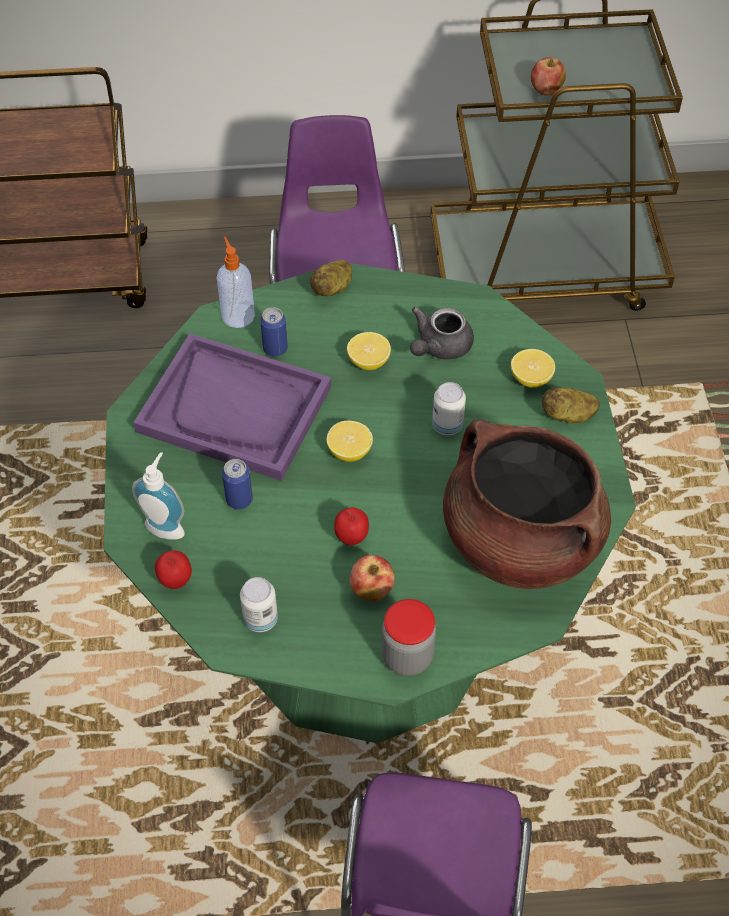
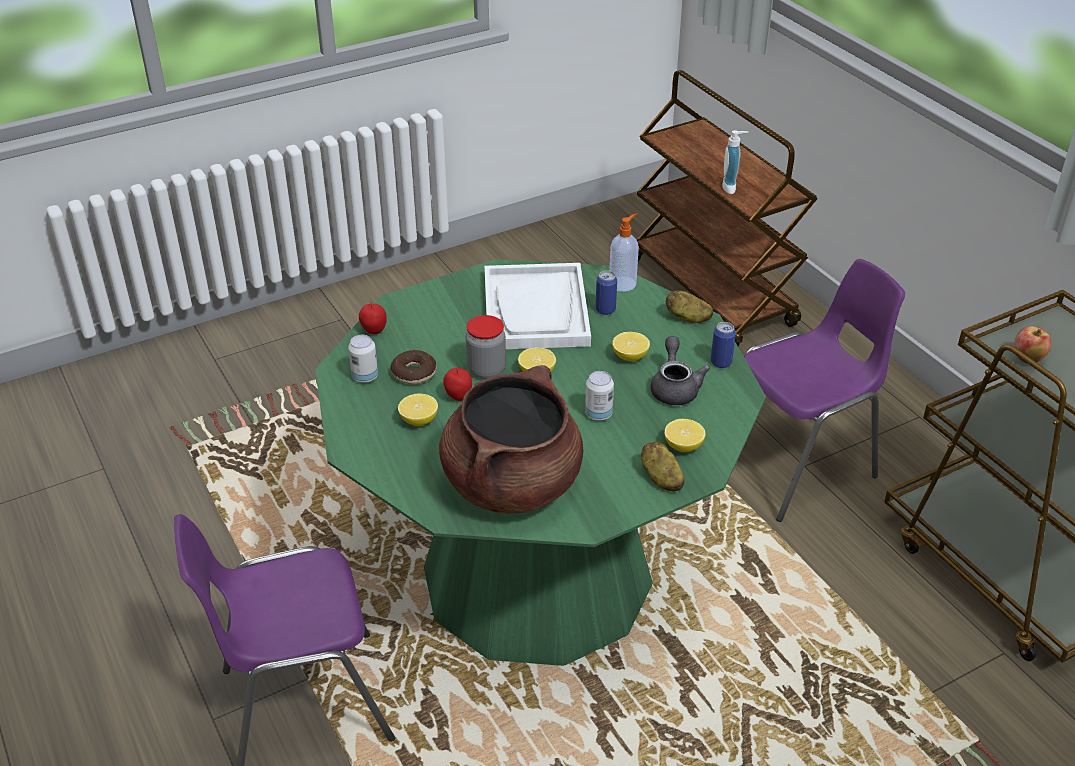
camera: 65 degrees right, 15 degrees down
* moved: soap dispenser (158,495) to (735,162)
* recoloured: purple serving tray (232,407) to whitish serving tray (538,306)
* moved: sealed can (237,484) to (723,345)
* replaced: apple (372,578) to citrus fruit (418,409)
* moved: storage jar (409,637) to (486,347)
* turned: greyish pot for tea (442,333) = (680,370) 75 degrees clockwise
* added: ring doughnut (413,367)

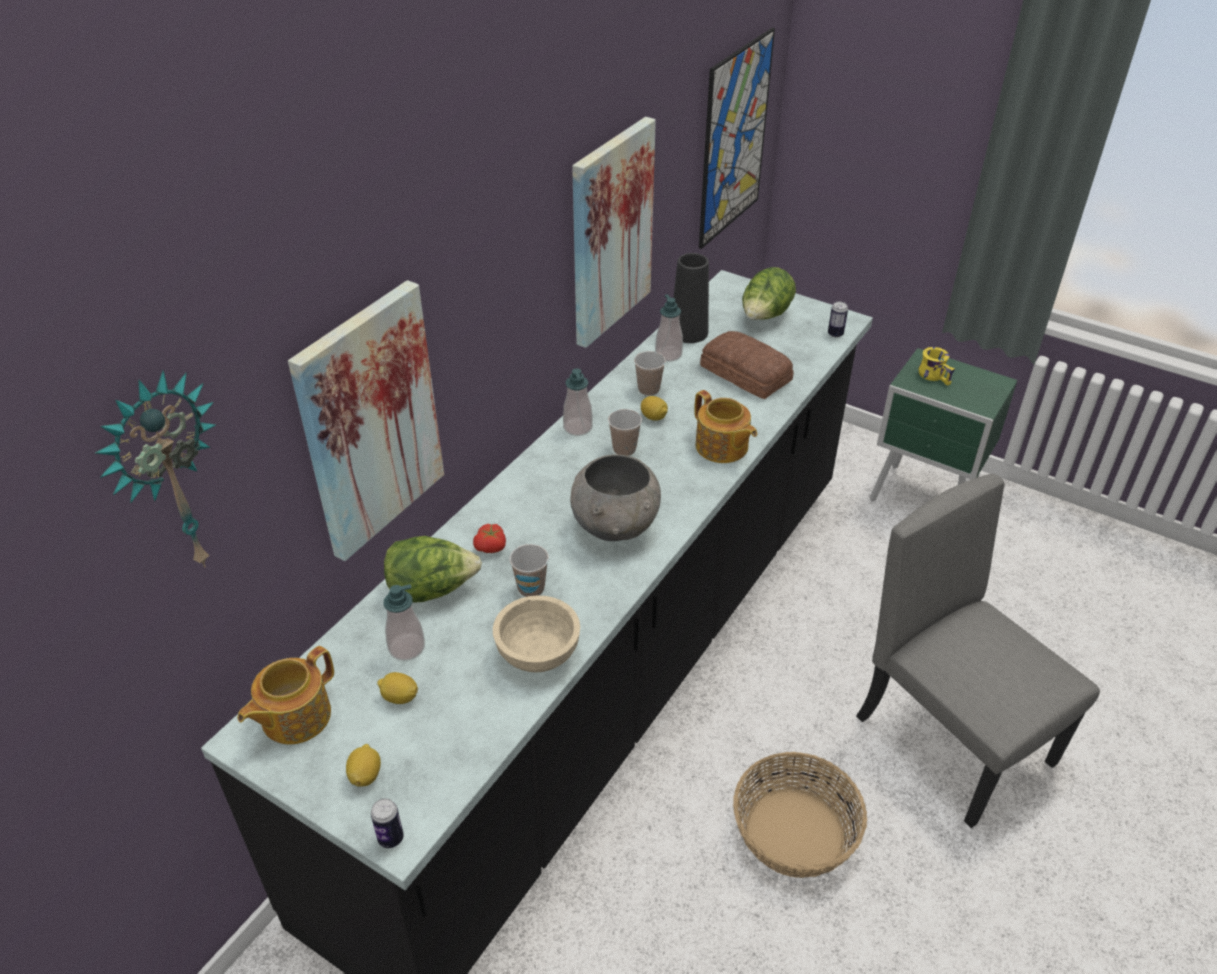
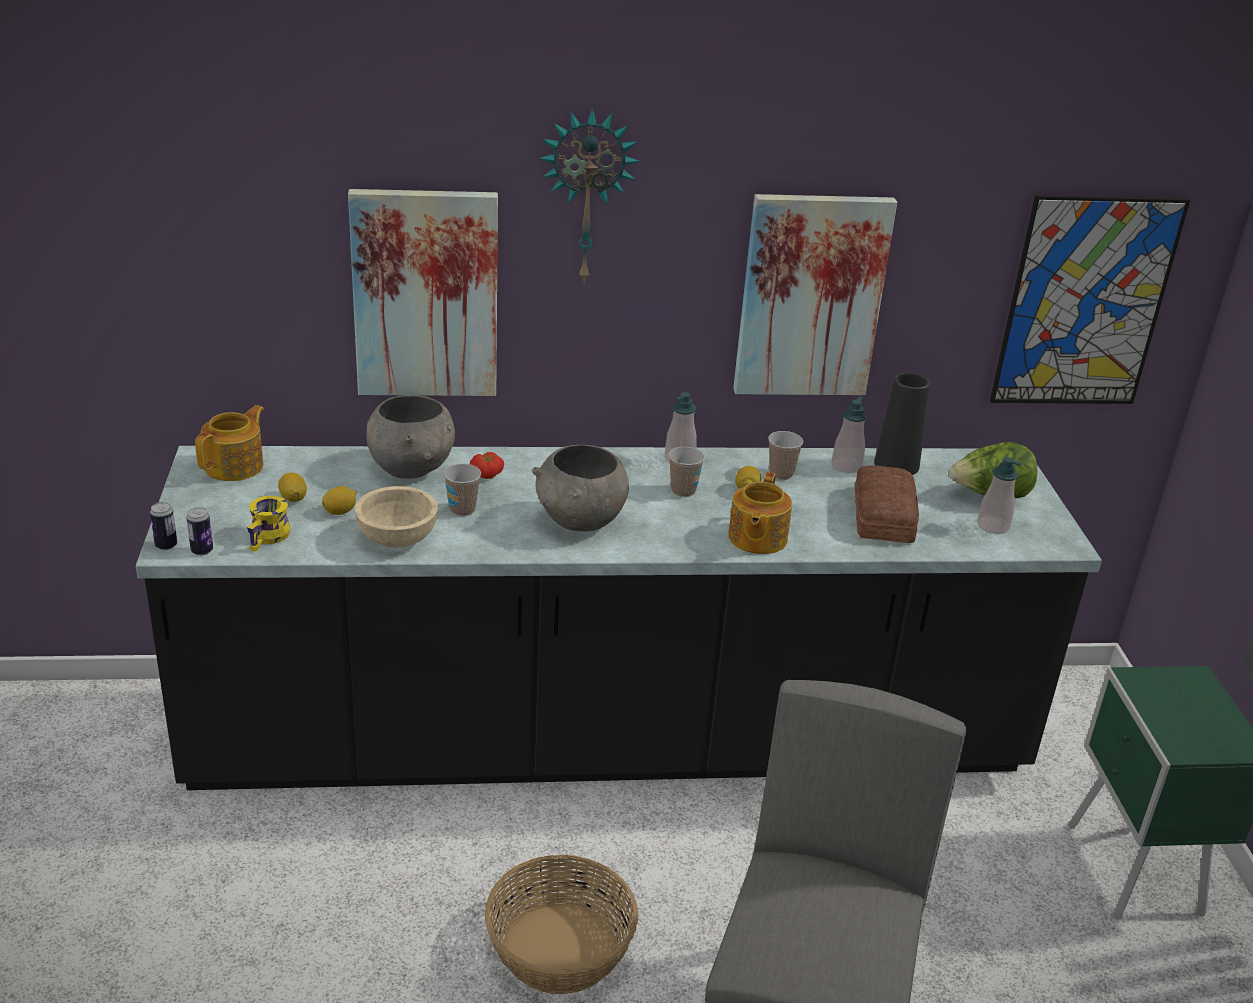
camera: 50 degrees right, 10 degrees down
* moved: hanging clock (155,469) to (589,196)
* turned: pot for tea (285,695) = (229,443) 120 degrees clockwise
* moved: citrus fruit (363,765) to (339,500)
* moved: soap dispenser (404,622) to (999,495)
* replaced: lettuce (433,569) to greyish deep dish (410,437)
* moved: sealed can (838,320) to (199,531)
* moved: yellow-coloured coffee mug (937,366) to (268,524)

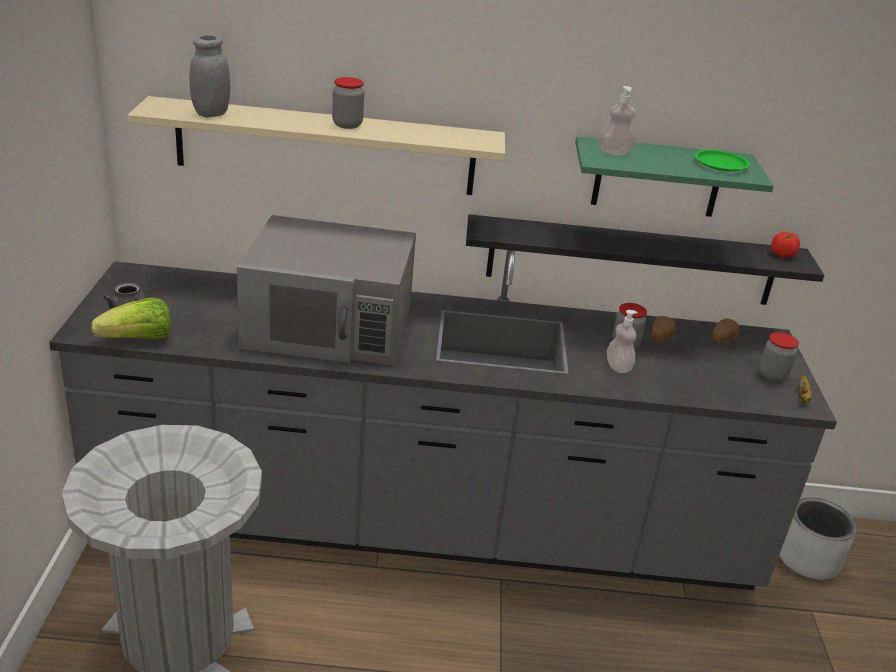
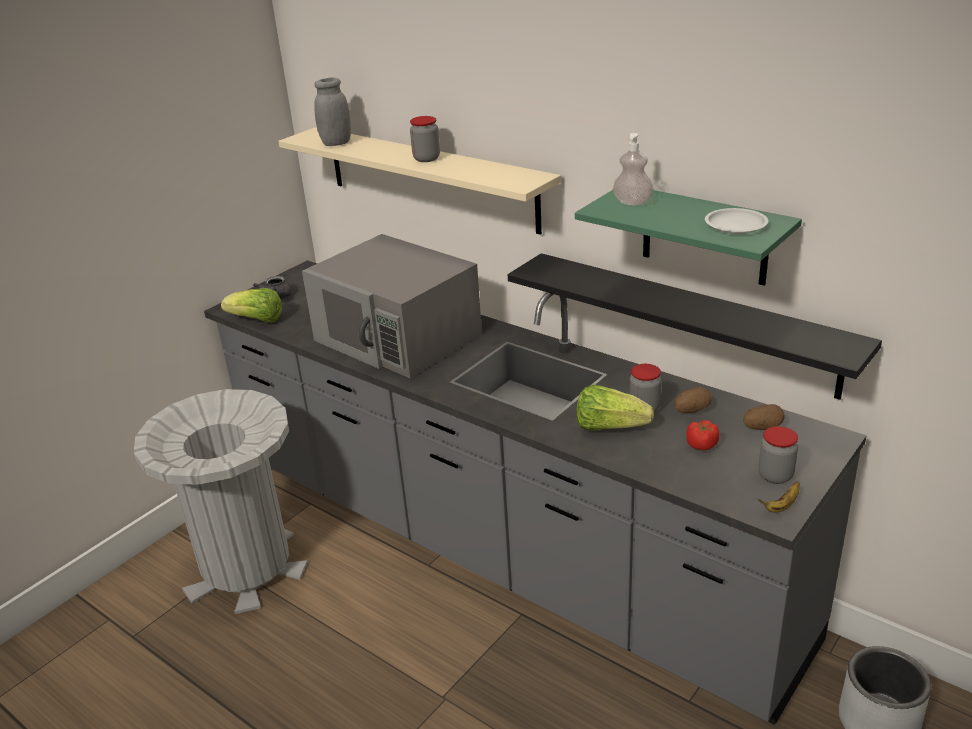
camera: 40 degrees right, 0 degrees up
* replaced: soap dispenser (622,341) to lettuce (615,408)
* recoloured: green flat dish (722,161) to whitish flat dish (736,221)
* moved: fresh tomato (785,244) to (702,435)

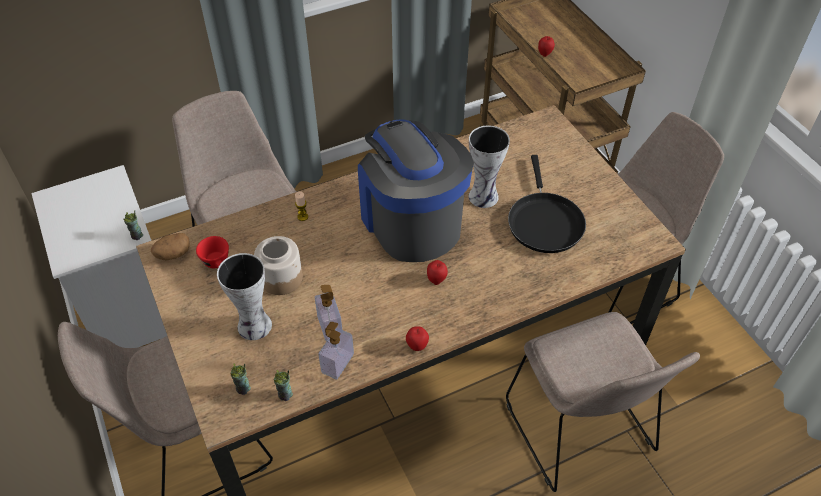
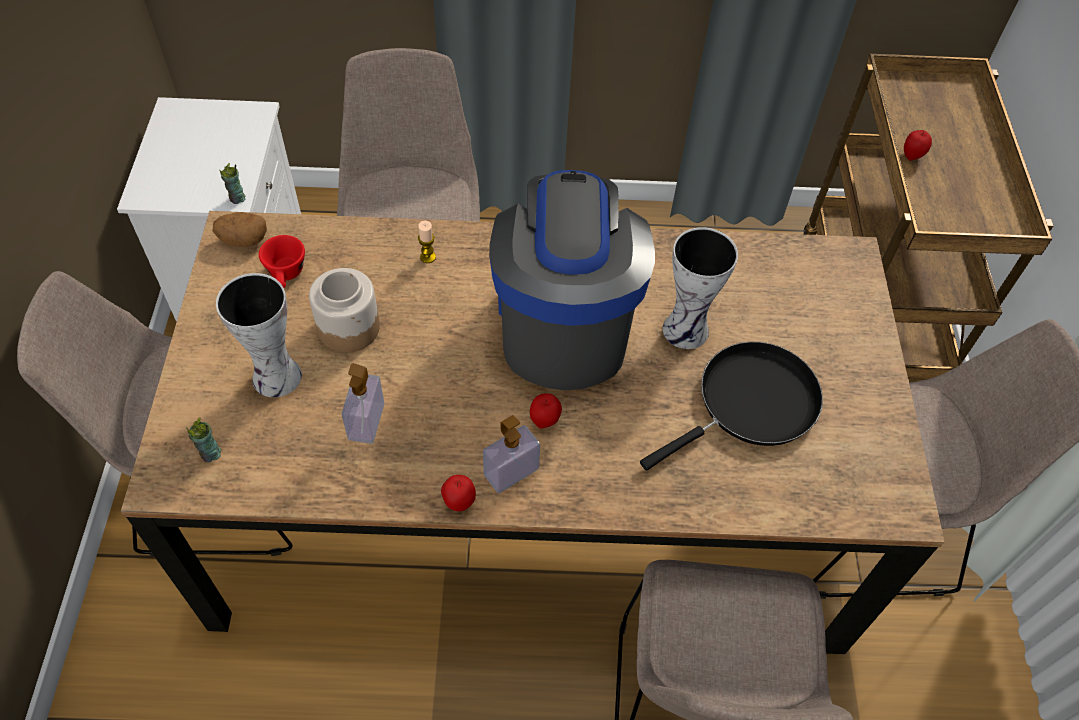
camera: 25 degrees right, 5 degrees up
* removed: cup (283,385)
* moved: soap dispenser (336,351) to (511,454)
* turned: black-coloured skillet (547,204) = (731,406) 150 degrees counterclockwise

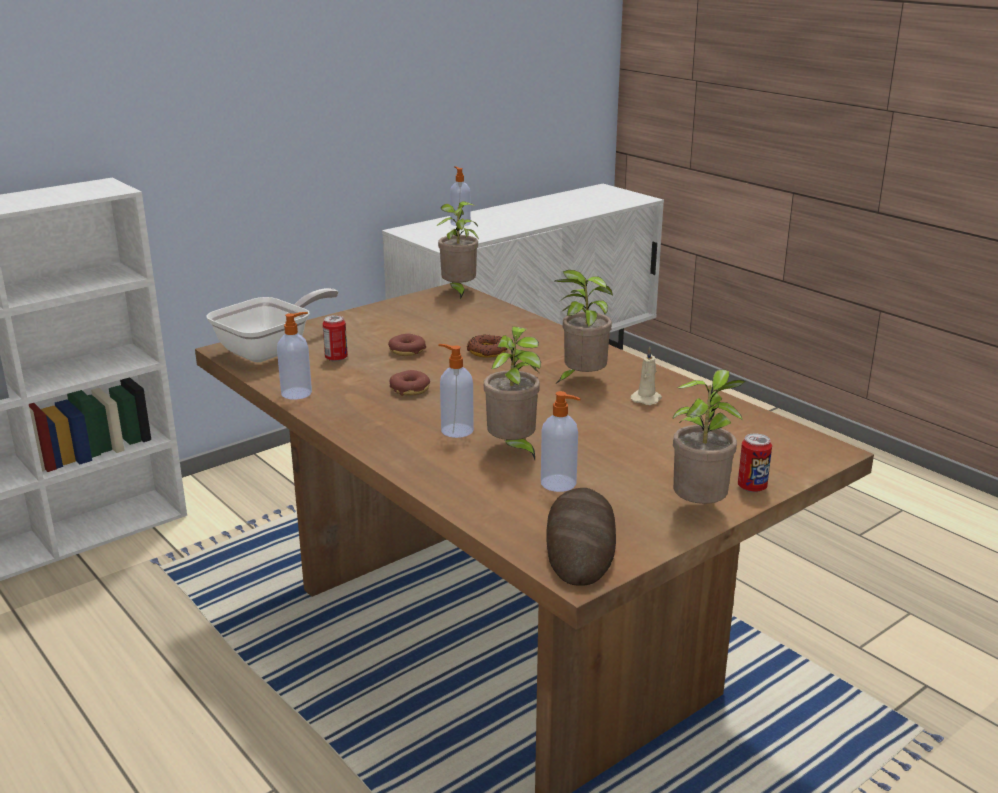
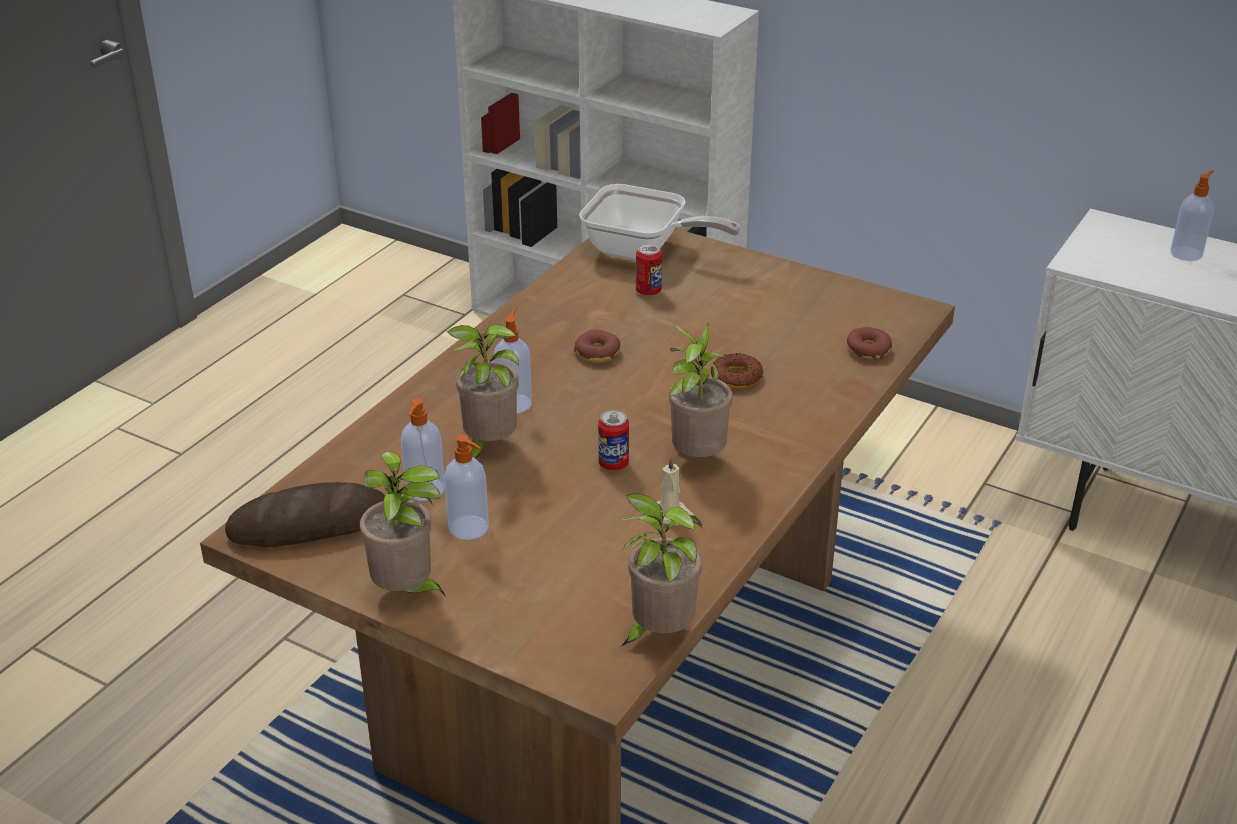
camera: 70 degrees right, 10 degrees up
* moved: soap dispenser (294,356) to (466,487)
* moved: ring doughnut (407,345) to (869,343)
* moved: potted plant (458,250) to (659,569)
* moved: sealed can (755,462) to (613,440)

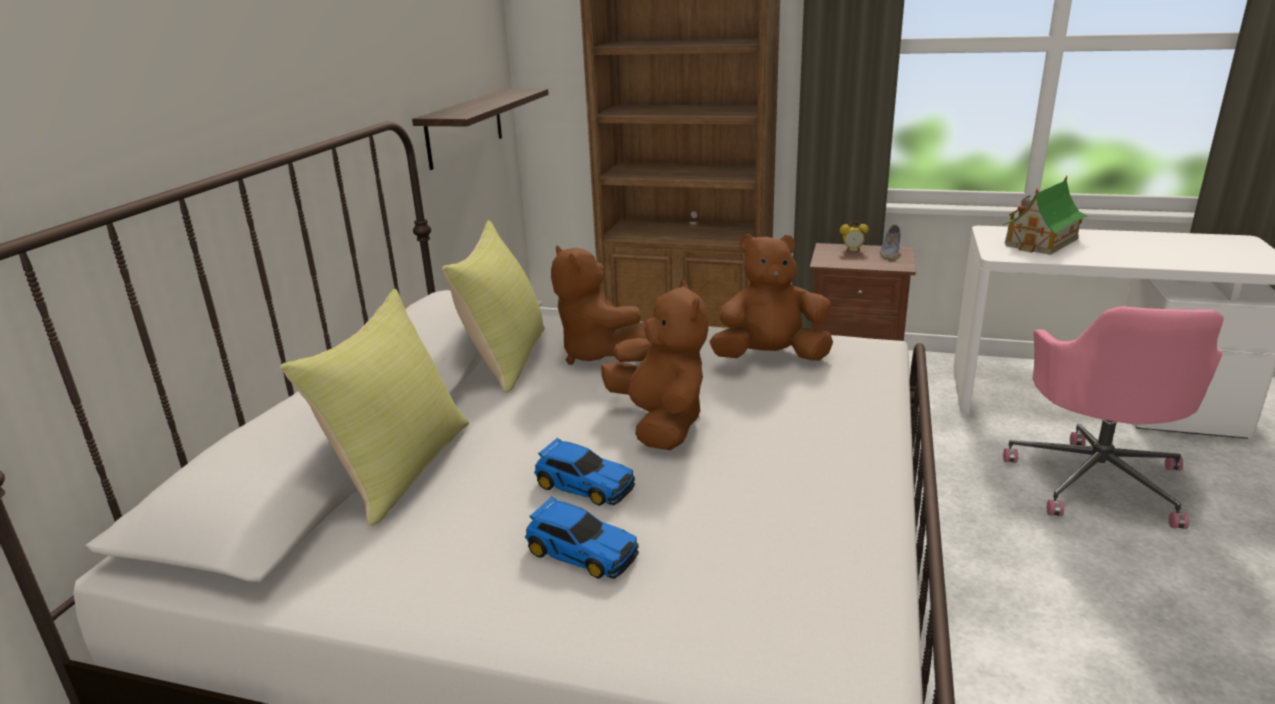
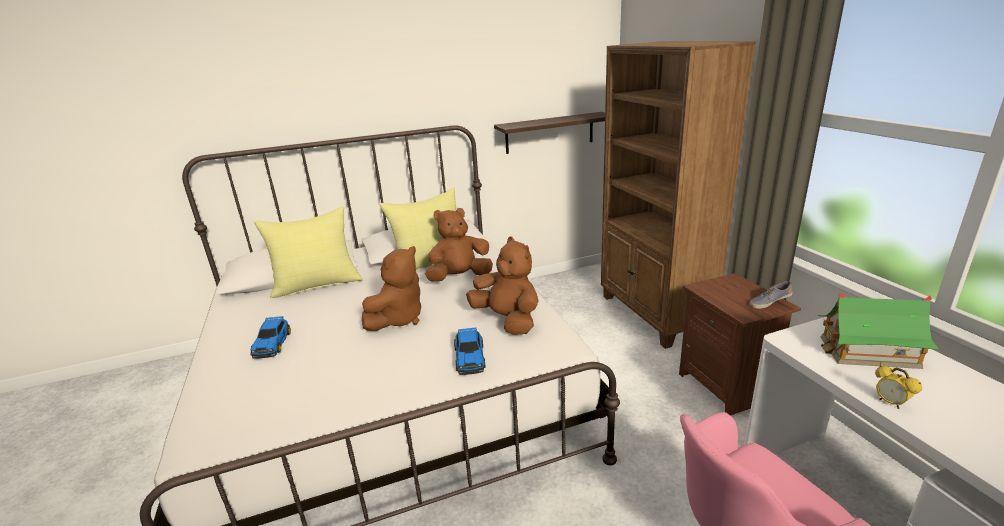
camera: 55 degrees right, 0 degrees up
* moved: miniature car (584,472) to (470,351)
* turned: brown-coloured soft toy (599,305) = (459,245) 45 degrees clockwise
* moved: bedside clock (854,236) to (898,387)

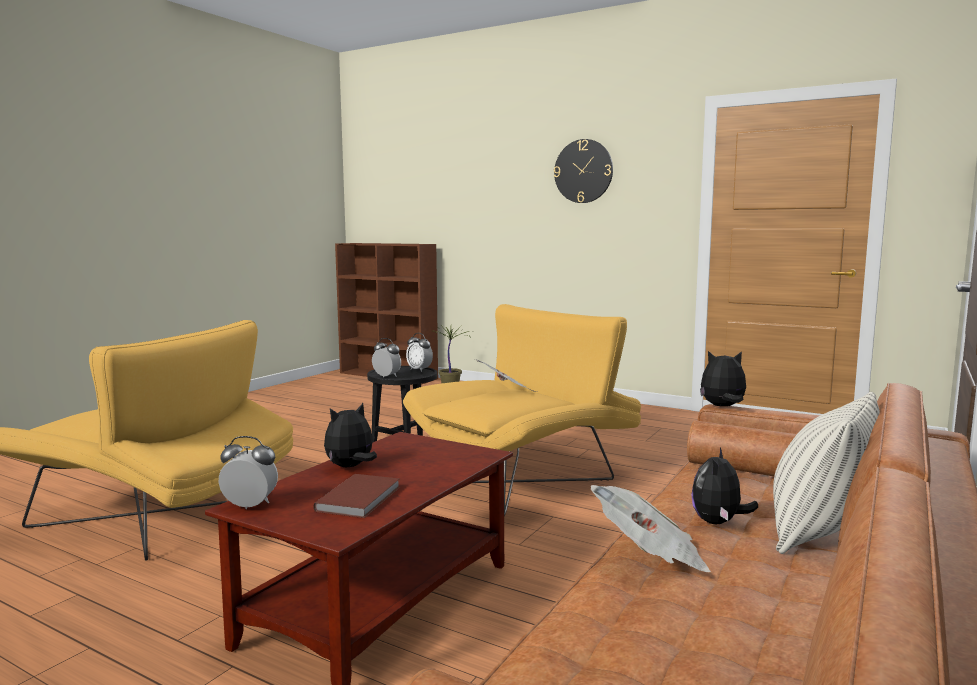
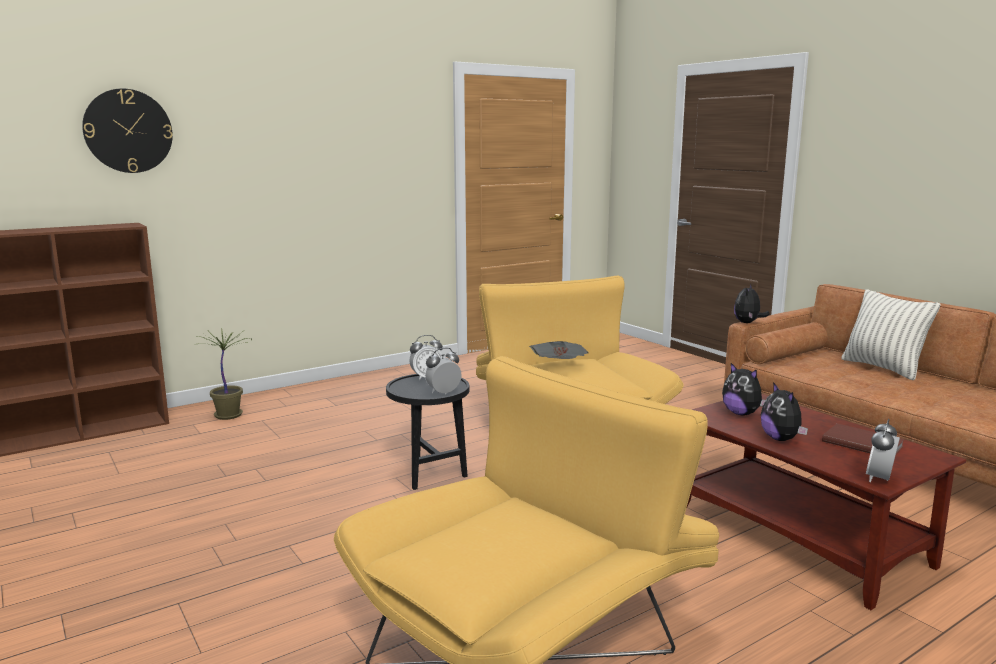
camera: 65 degrees left, 5 degrees up
* moved: hanging clock (583,171) to (127,130)
* removed: printed paper (650,528)
* moved: soft toy (724,486) to (743,389)

